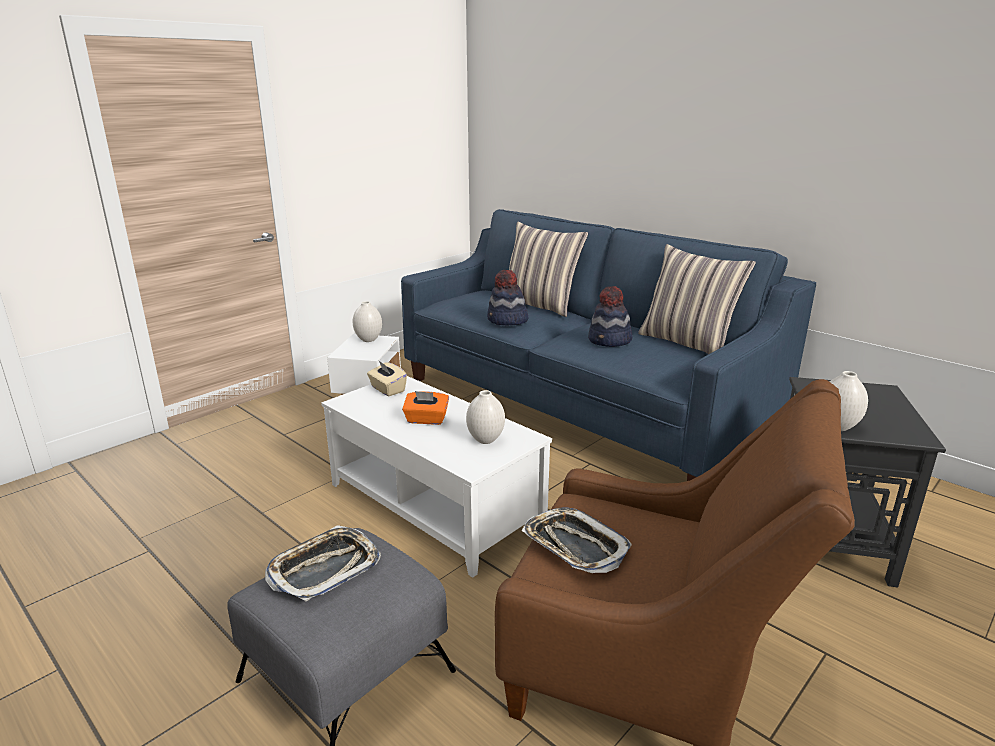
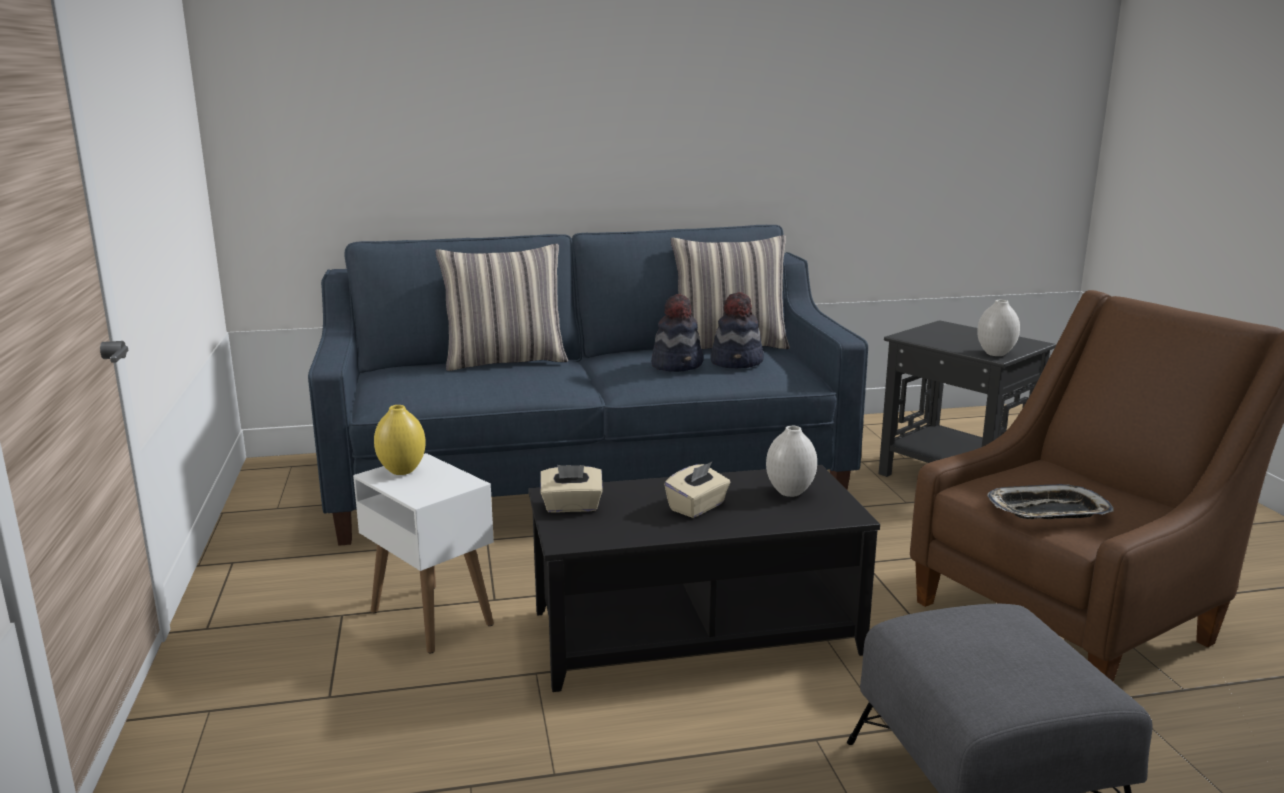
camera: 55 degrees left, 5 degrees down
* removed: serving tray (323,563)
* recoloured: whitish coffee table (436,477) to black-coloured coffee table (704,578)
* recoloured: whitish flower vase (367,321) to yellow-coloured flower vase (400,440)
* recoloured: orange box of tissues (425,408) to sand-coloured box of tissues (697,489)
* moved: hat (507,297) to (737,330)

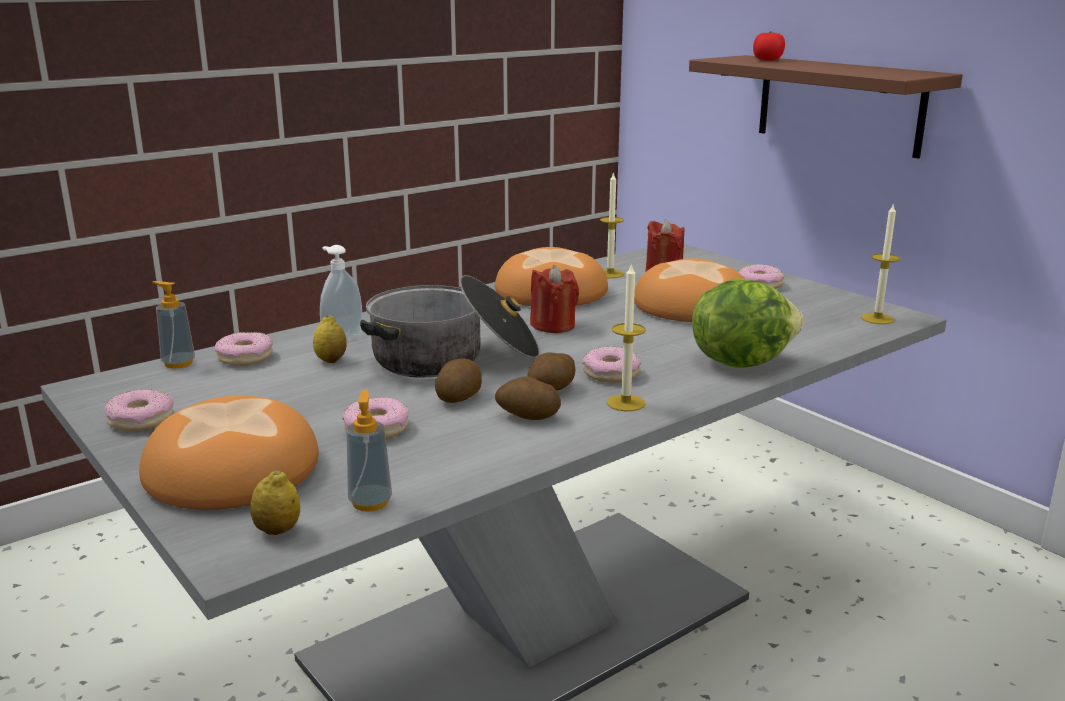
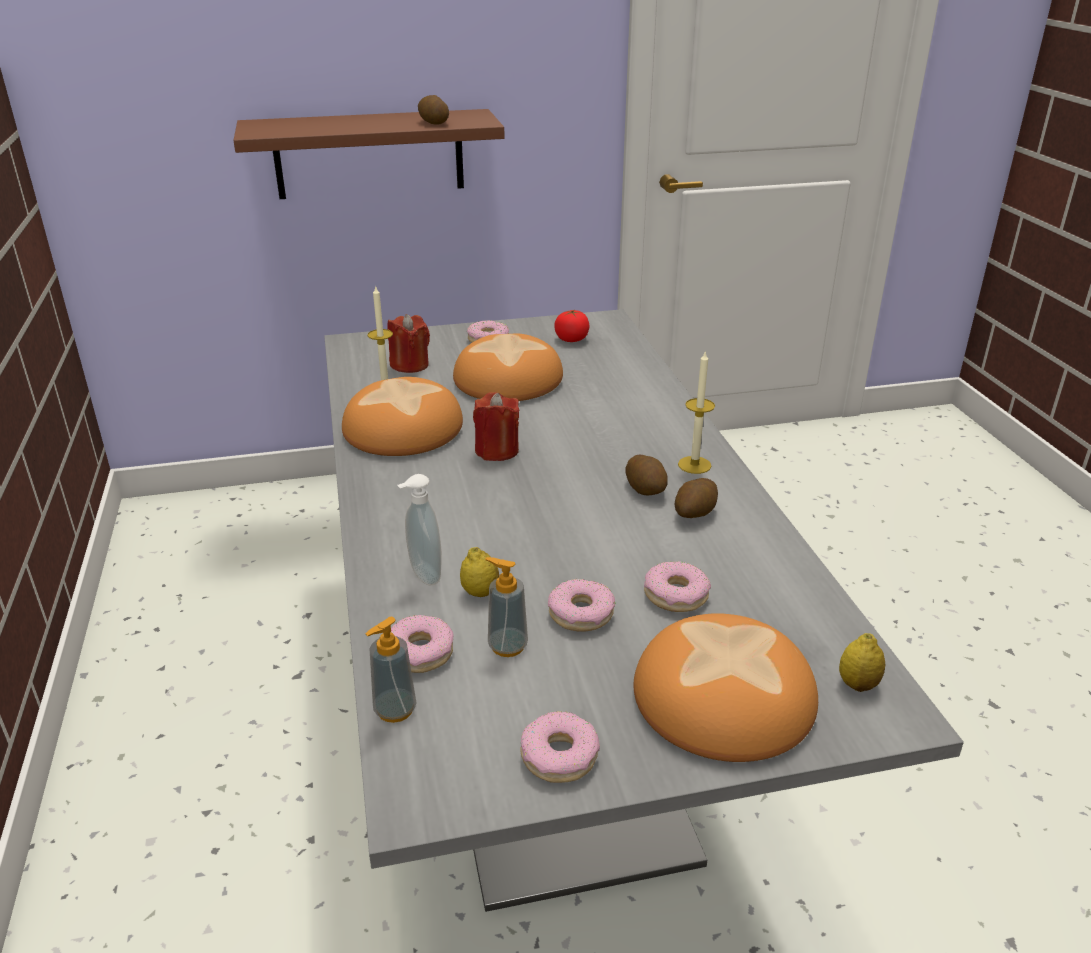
camera: 65 degrees left, 10 degrees up
* moved: soap dispenser (369,451) to (506,607)
* removed: stockpot (450,326)
* moved: whole potato (458,380) to (433,110)
* moved: ring doughnut (611,364) to (581,605)
* removed: lettuce (747,323)
* moved: fresh tomato (769,46) to (572,326)
* removed: wax light (880,263)

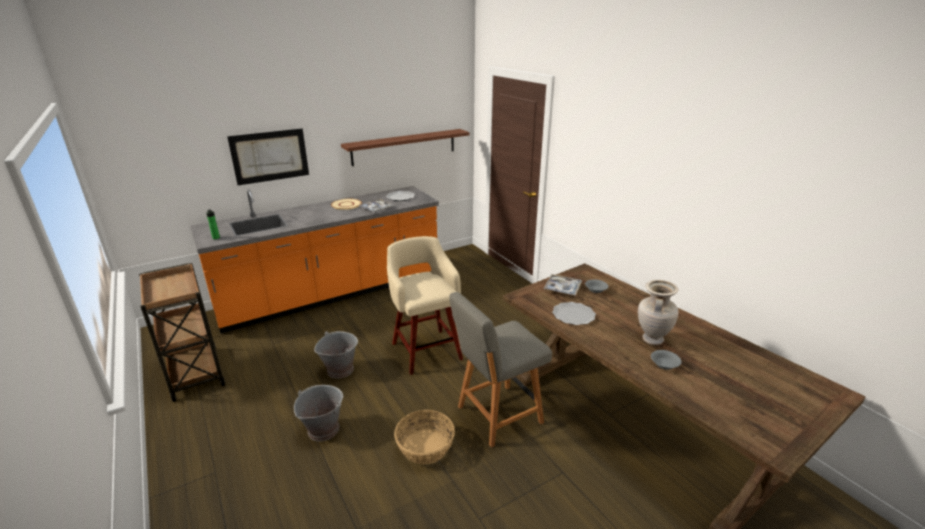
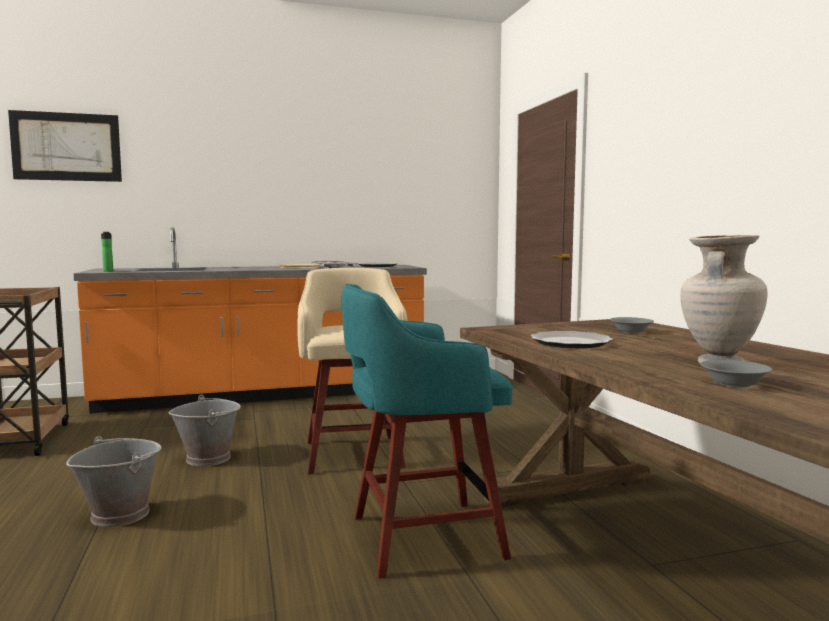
camera: 15 degrees right, 20 degrees down
* moved: wall art (268,156) to (65,146)
* removed: brown-coloured bracket shelf (405,147)
* removed: storage basket (424,437)
* replaced: greyish plain chair (500,370) to turquoise stool (427,431)
* removed: serving tray (562,285)

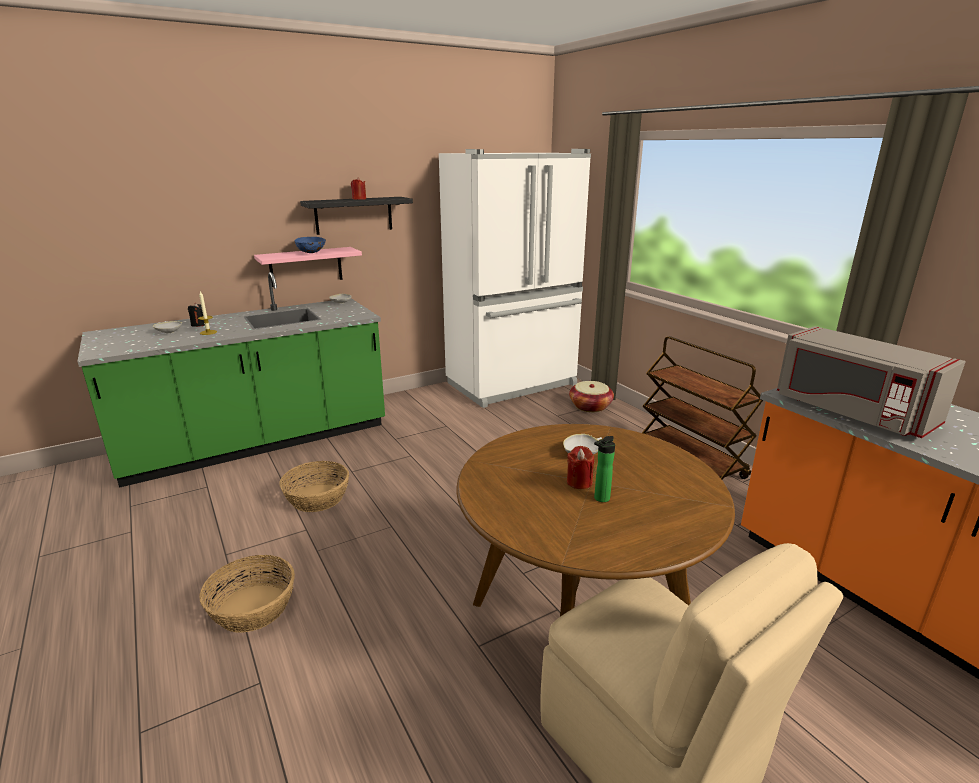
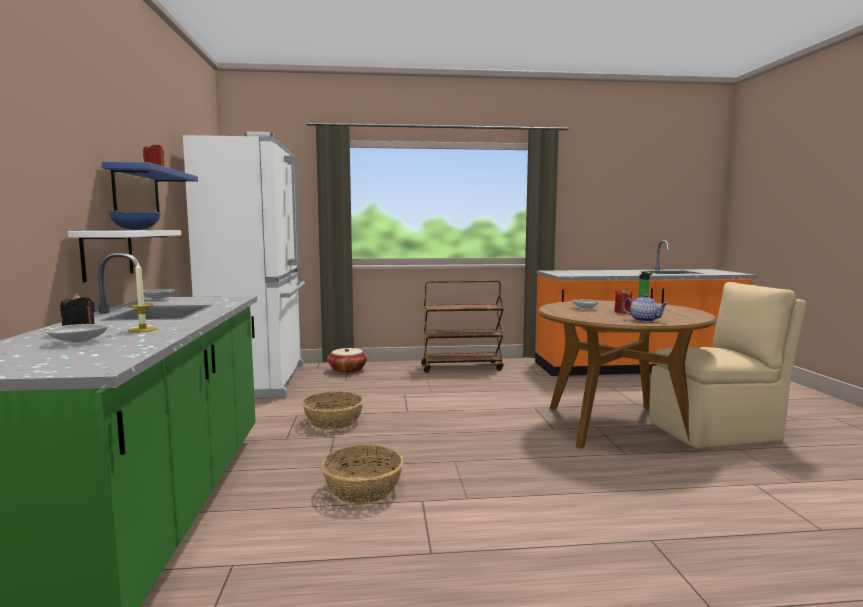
camera: 65 degrees left, 15 degrees down
* moved: storage basket (247,594) to (333,411)
* recoloured: pink bracket shelf (308,267) to whitish bracket shelf (124,256)
* recoloured: black-coloured bracket shelf (356,216) to blue bracket shelf (150,187)
* removed: greyish microwave (871,382)
* added: pot for tea (645,308)

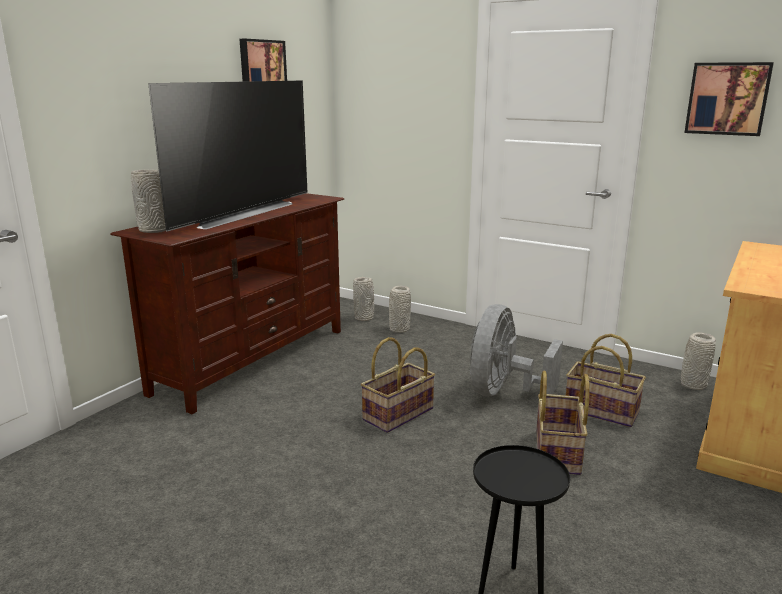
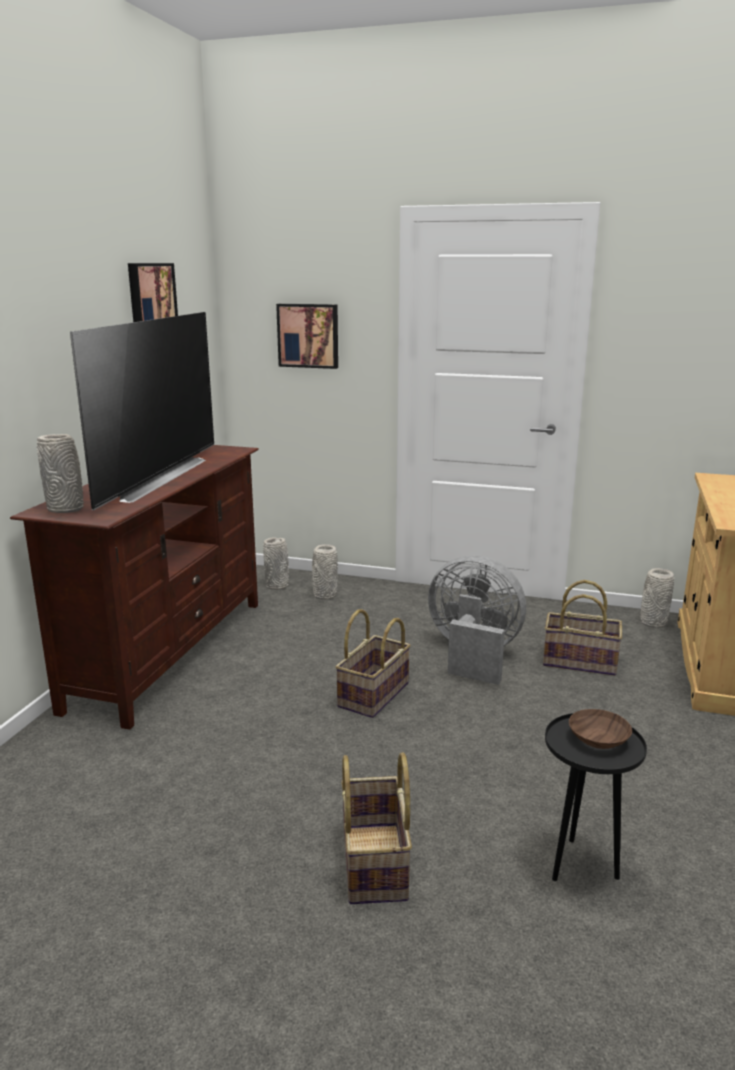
camera: 15 degrees left, 0 degrees up
* turned: greyish electric fan (516,350) = (477,620) 105 degrees clockwise
* moved: storage basket (563,422) to (376,828)
* moved: wall art (729,99) to (307,336)
* added: brown-coloured deep dish (600,729)

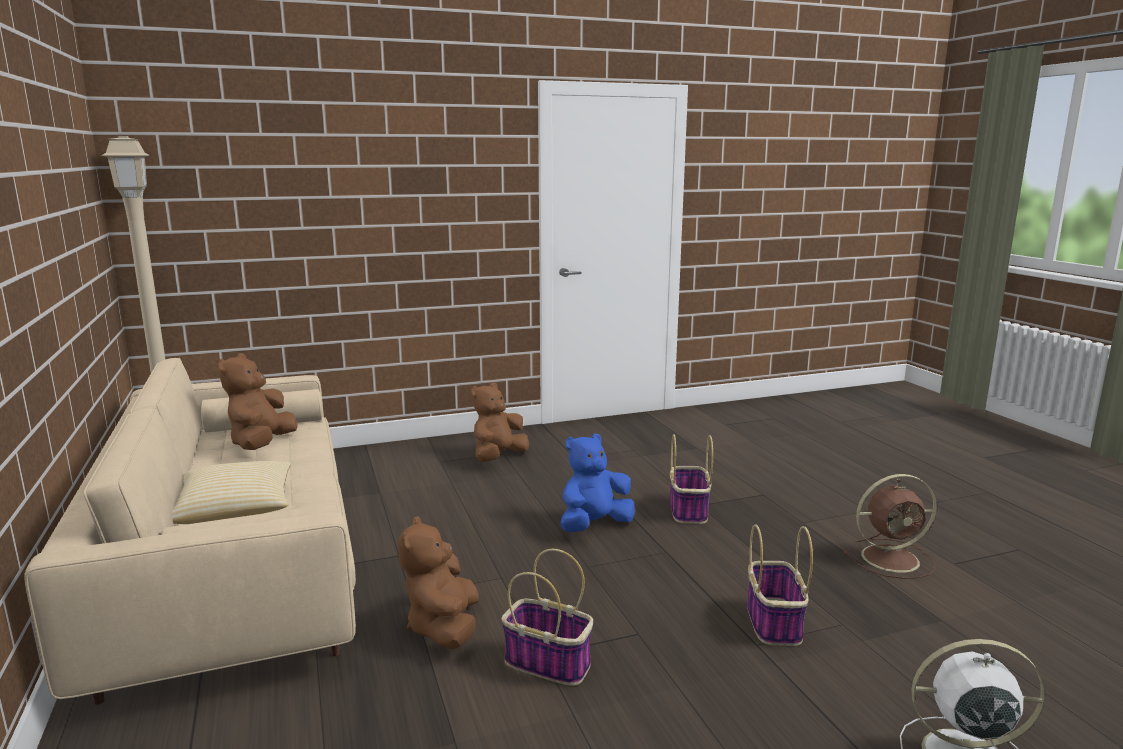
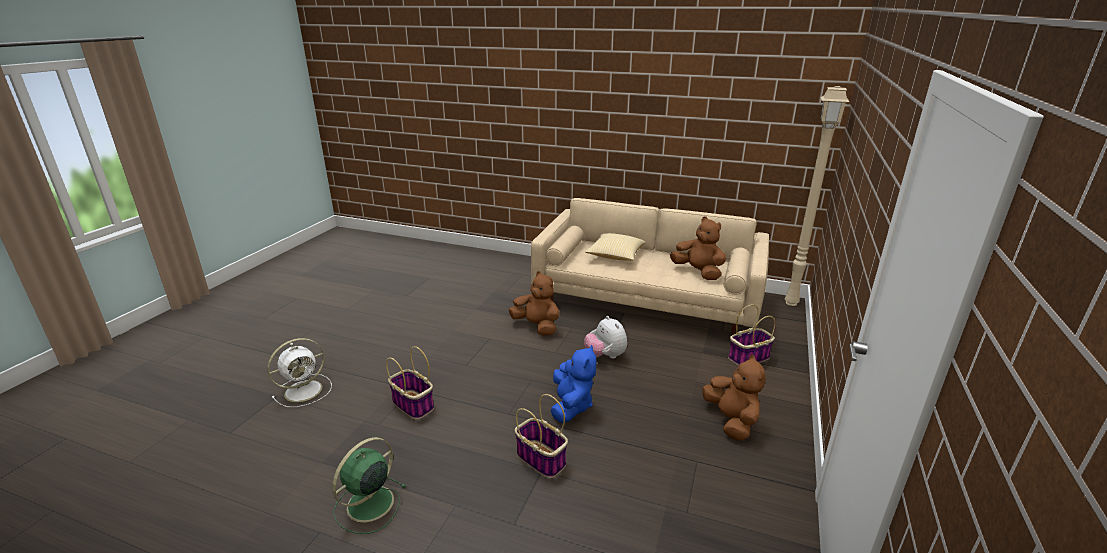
camera: 130 degrees right, 10 degrees up
* moved: storage basket (547,617) to (752,335)
* recoloured: brown-coloured electric fan (890,526) to green electric fan (369,485)
* added: soft toy (605,337)

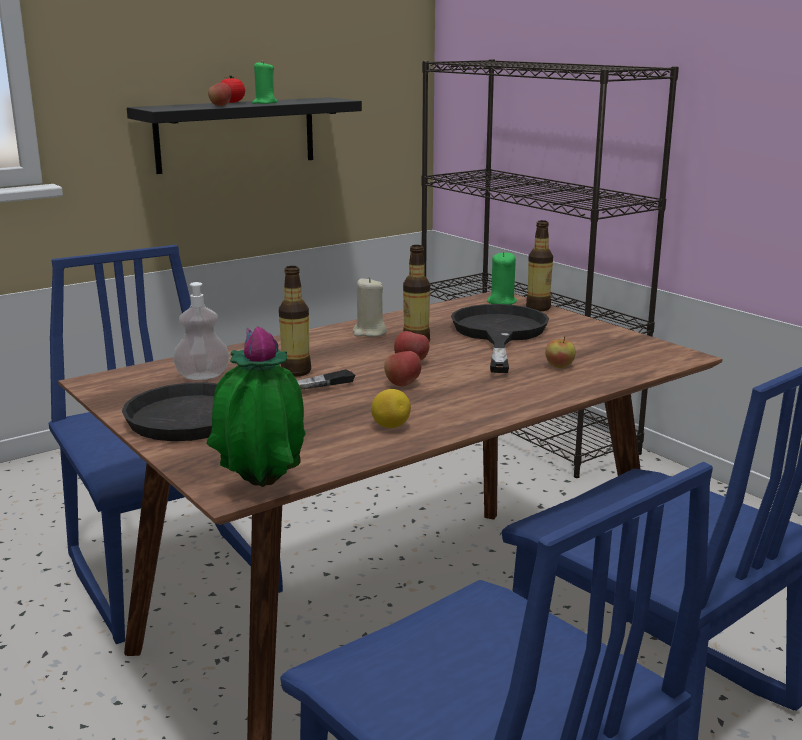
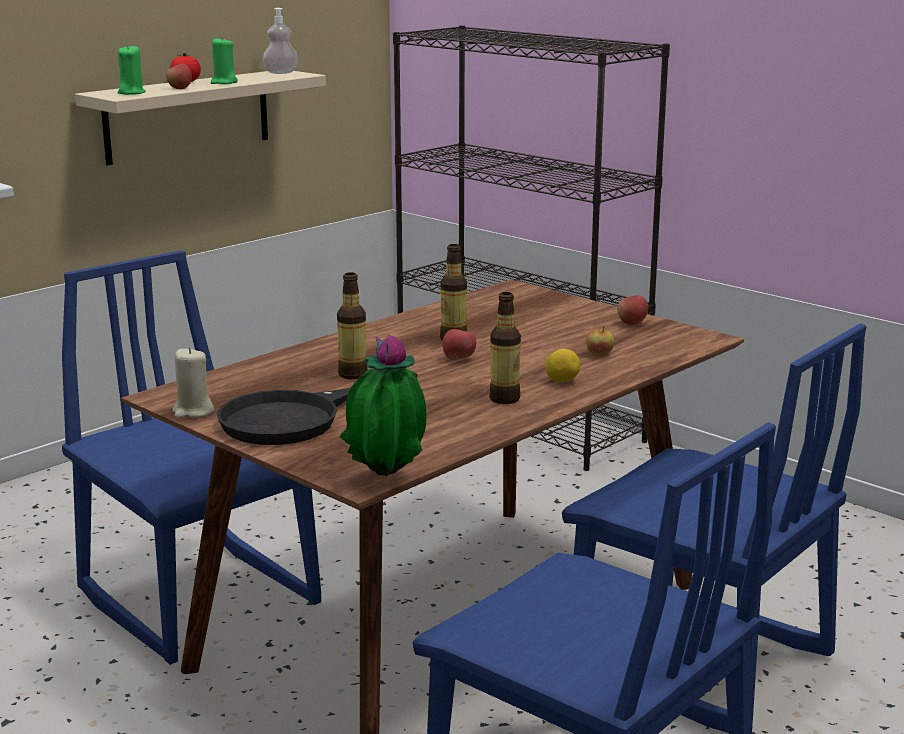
camera: 10 degrees left, 0 degrees up
* recoloured: black-coloured bracket shelf (244,135) to sand-coloured bracket shelf (200,118)
* moved: soap dispenser (201,331) to (280,41)
* moved: sand-coloured wax light (370,307) to (193,382)
* moved: citrus fruit (391,408) to (562,365)
* moved: apple (402,368) to (632,310)
* removed: black-coloured skillet (500,338)
* moved: green wax light (502,278) to (132,69)
* moved: drink bottle (539,265) to (505,348)

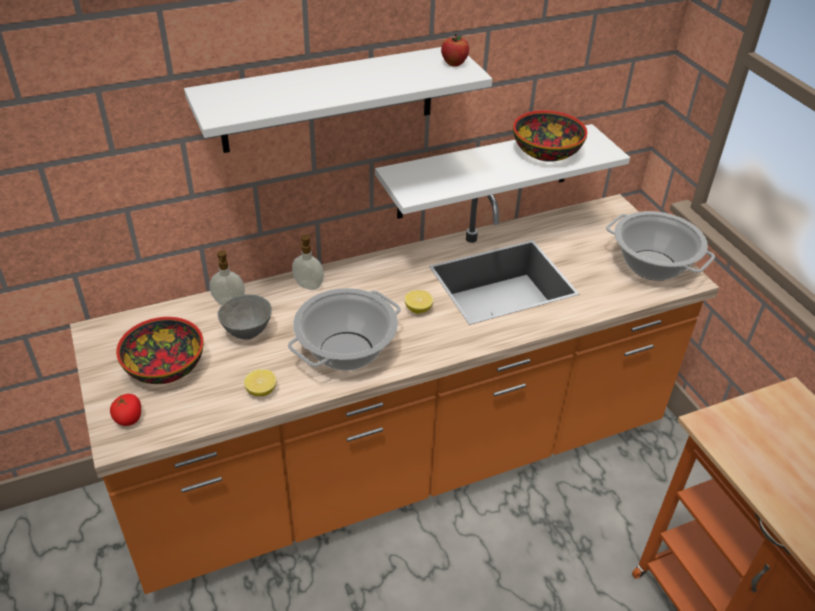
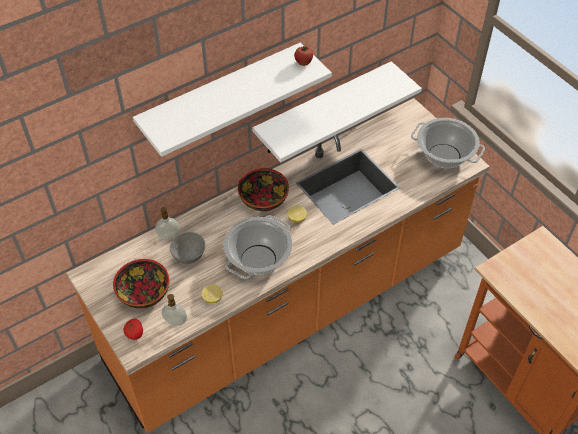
camera: 10 degrees left, 10 degrees up
* moved: soap dispenser (308,262) to (174,310)
* moved: deep dish (550,136) to (263,189)

